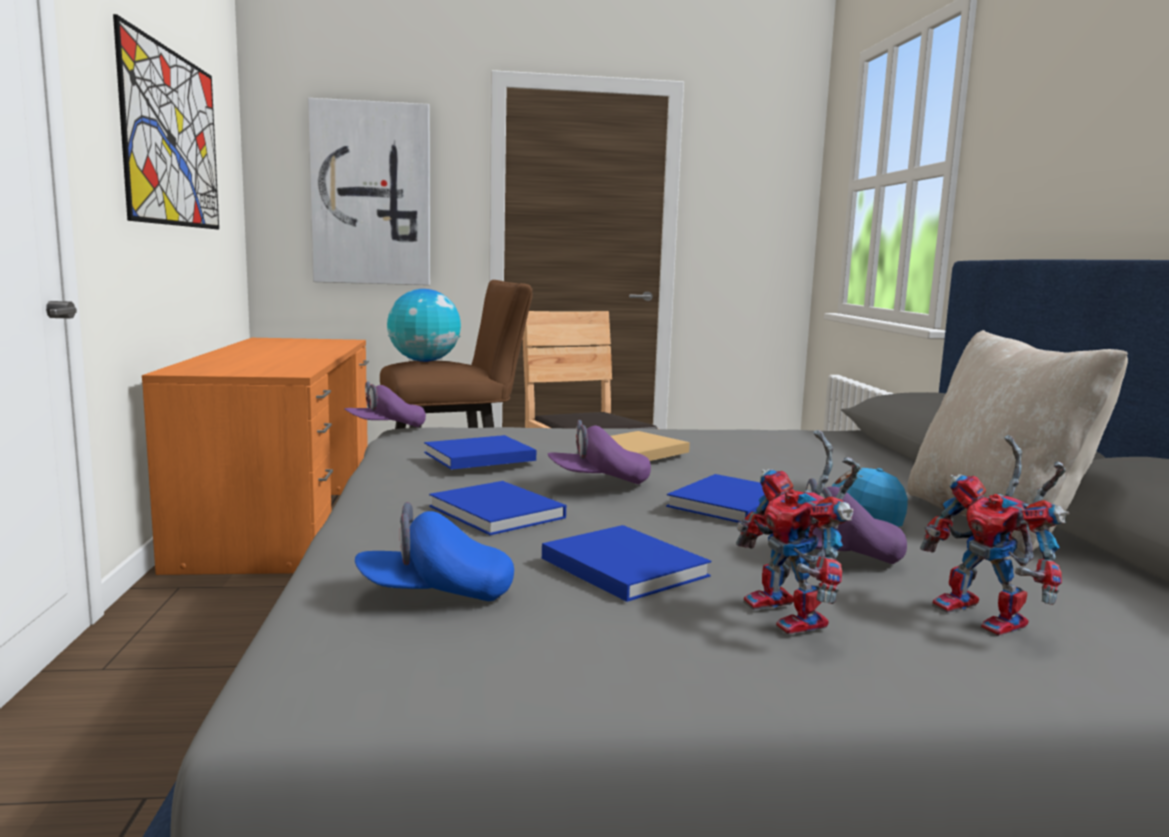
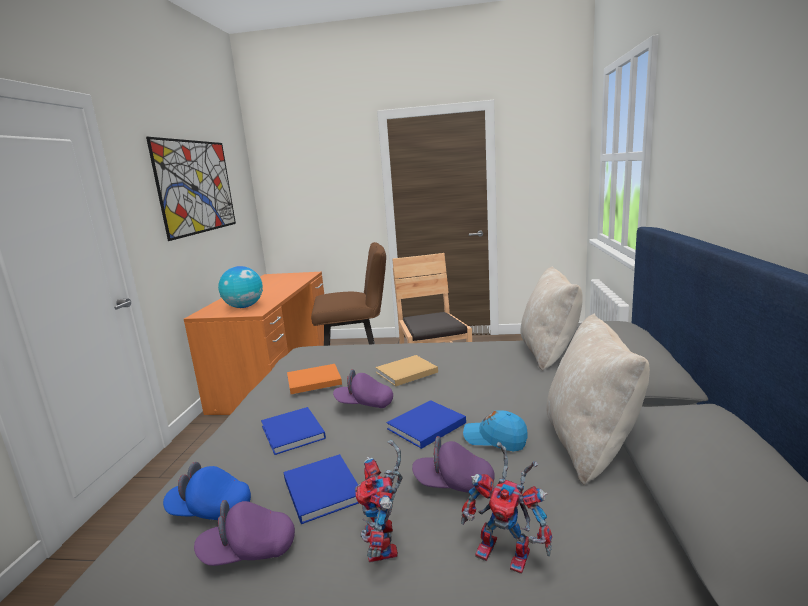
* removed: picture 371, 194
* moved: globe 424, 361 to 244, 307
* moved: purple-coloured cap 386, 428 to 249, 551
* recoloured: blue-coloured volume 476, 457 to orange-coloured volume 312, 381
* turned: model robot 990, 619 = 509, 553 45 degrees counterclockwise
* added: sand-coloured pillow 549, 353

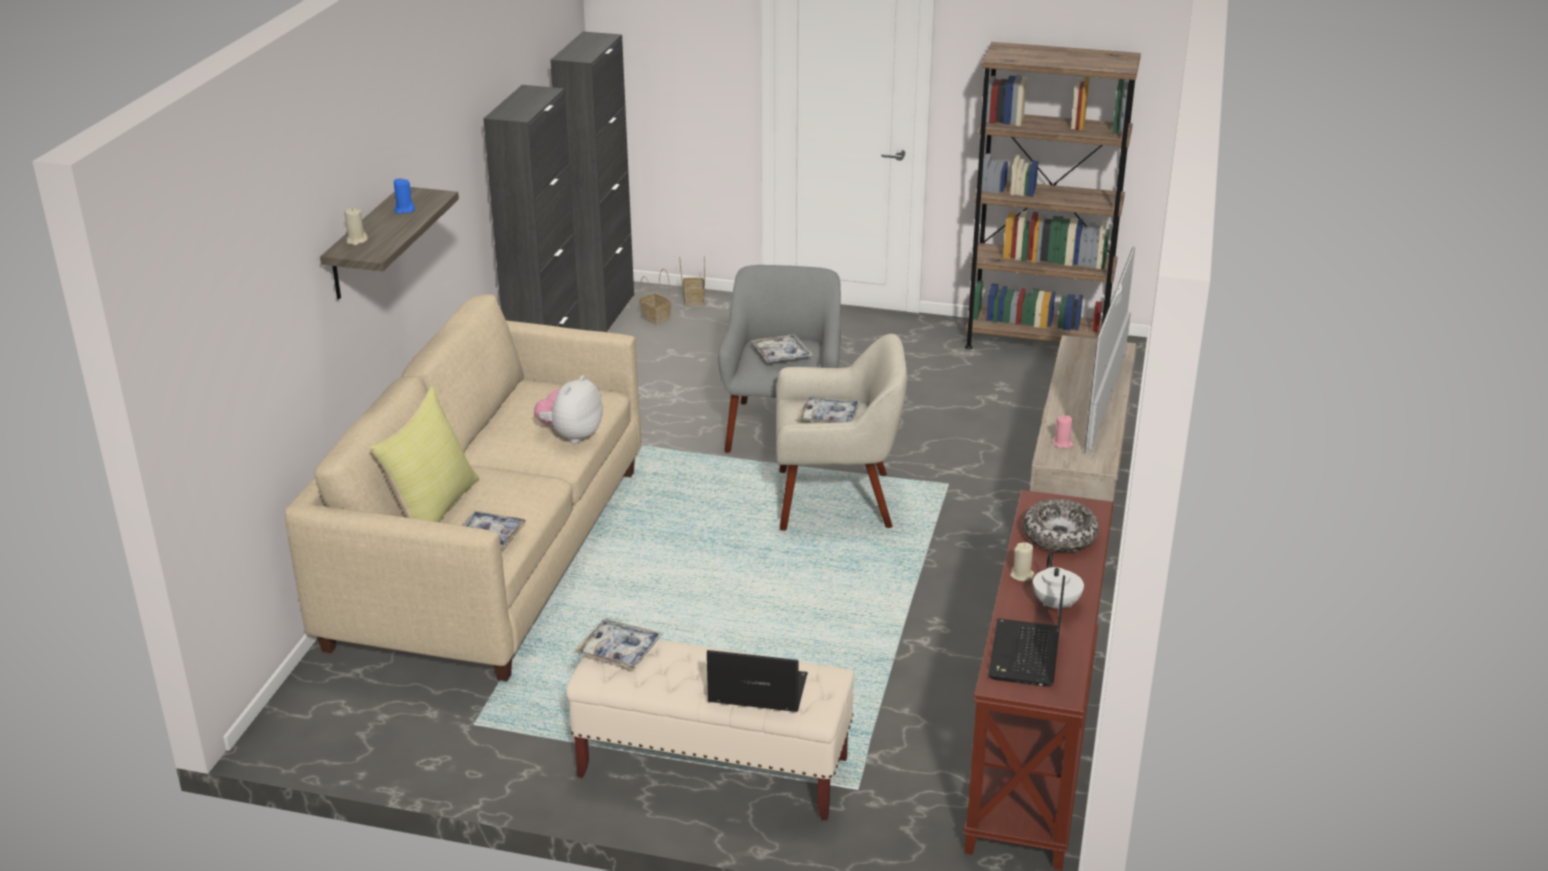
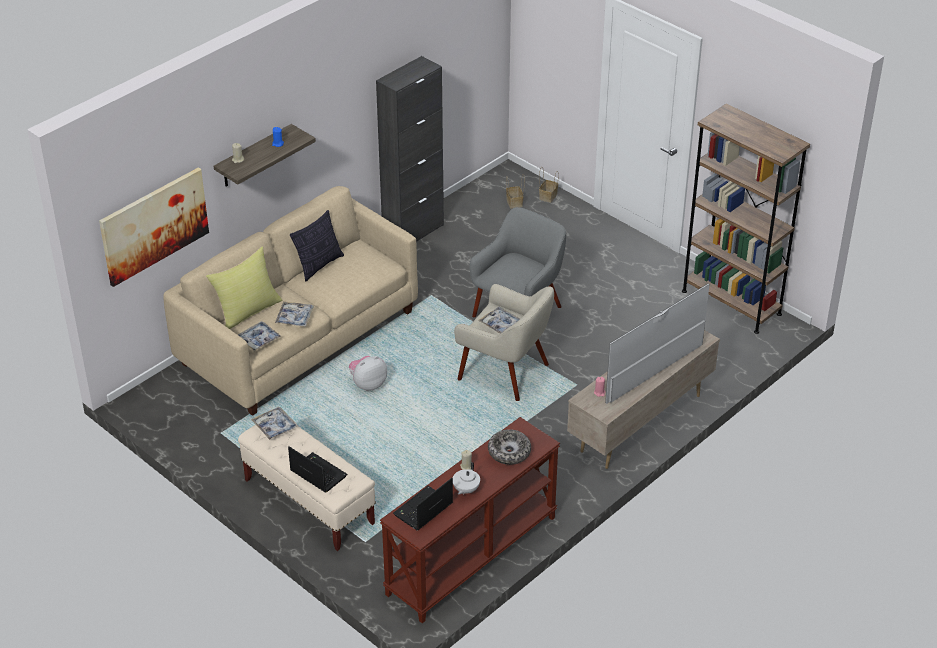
* removed: black cabinet 602, 311
* moved: tray 781, 354 to 294, 317
* moved: plush toy 571, 435 to 368, 384
* added: picture 154, 225
* added: pillow 319, 265

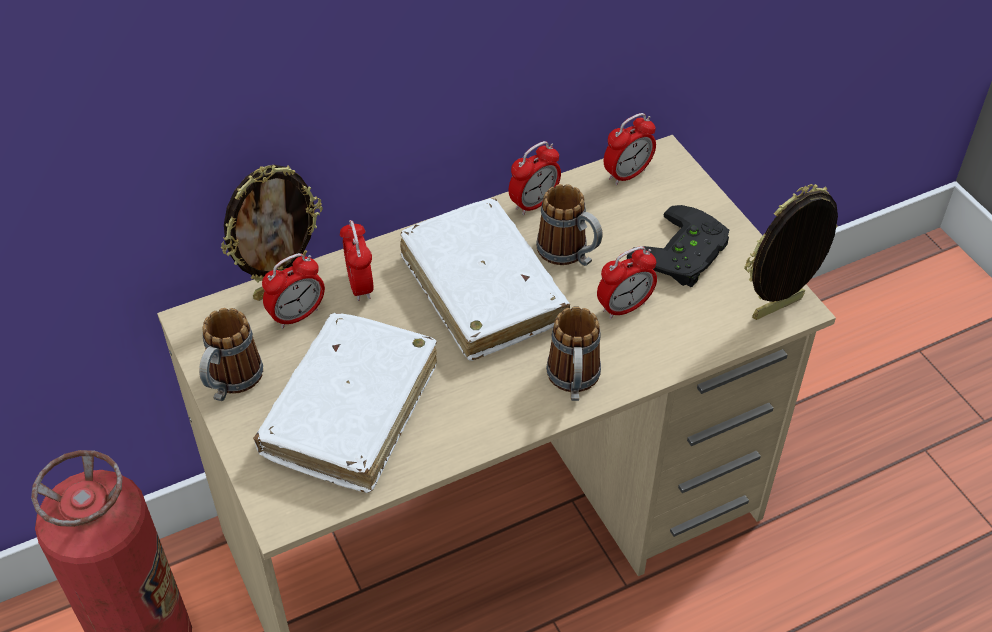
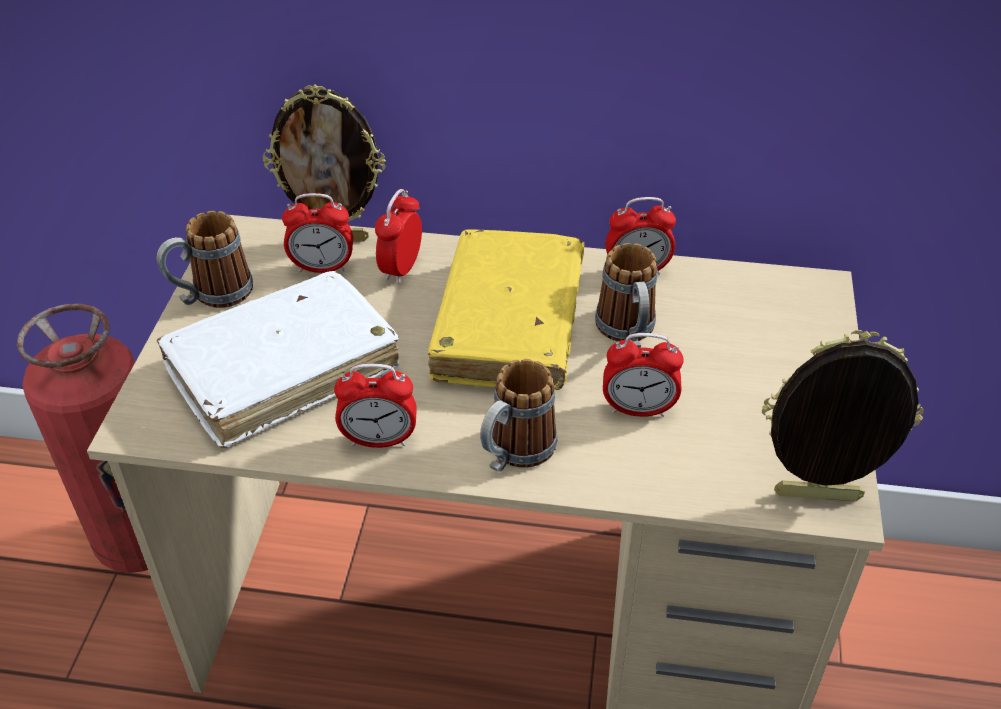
* moved: table clock 627, 174 to 379, 440
* recoloured: white volume 482, 290 to yellow volume 509, 325
* removed: black game controller 685, 255

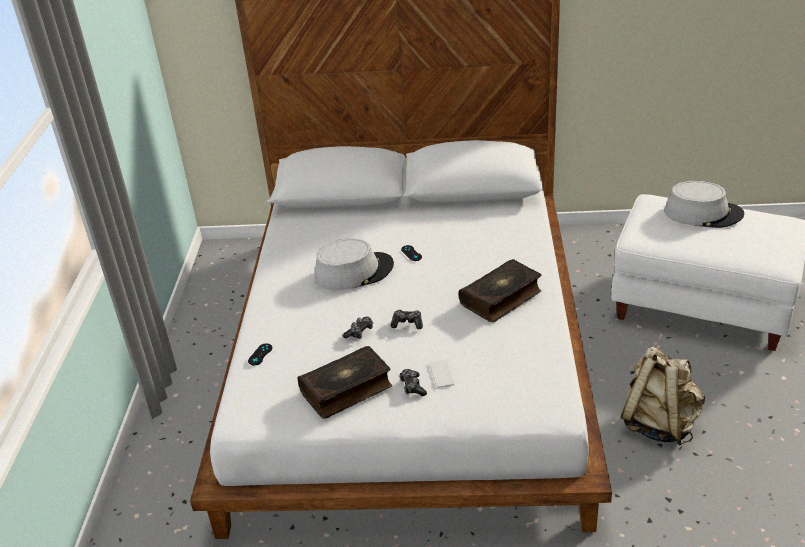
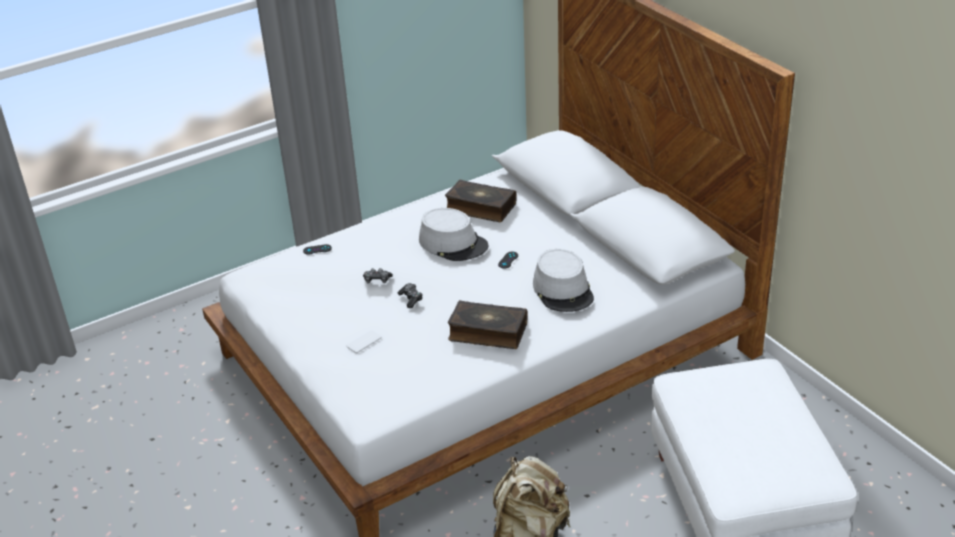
* moved: greyish hat 703, 213 to 563, 290
* moved: volume 347, 389 to 480, 208
* removed: game controller 412, 386

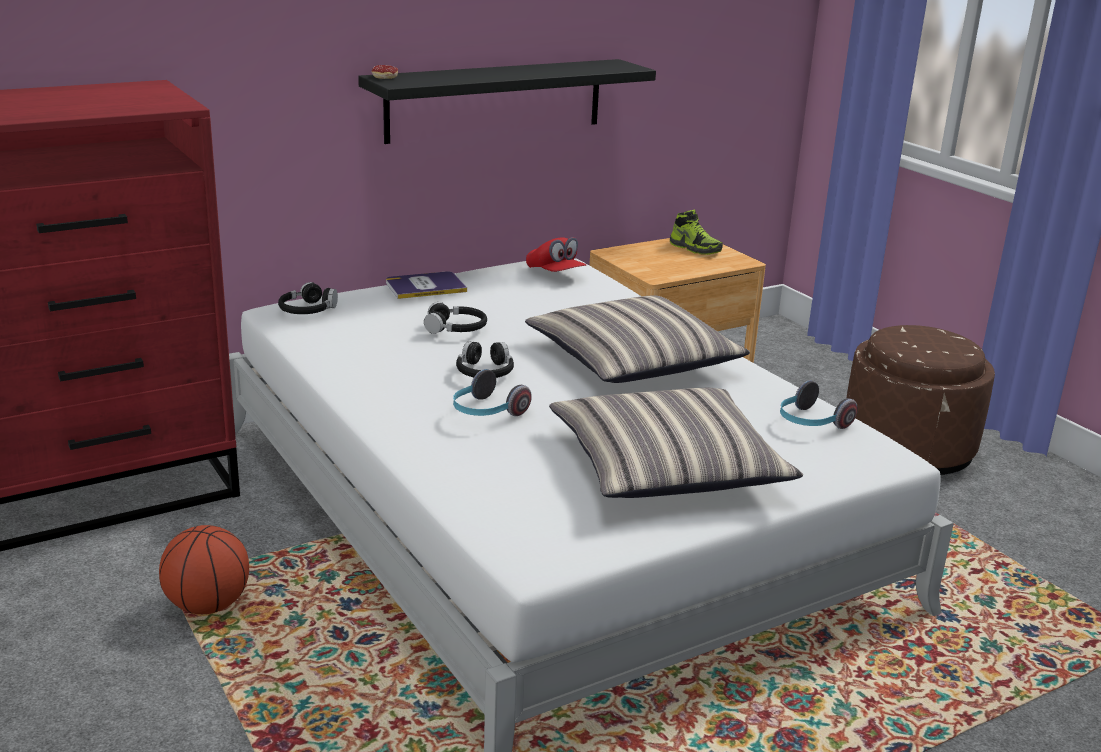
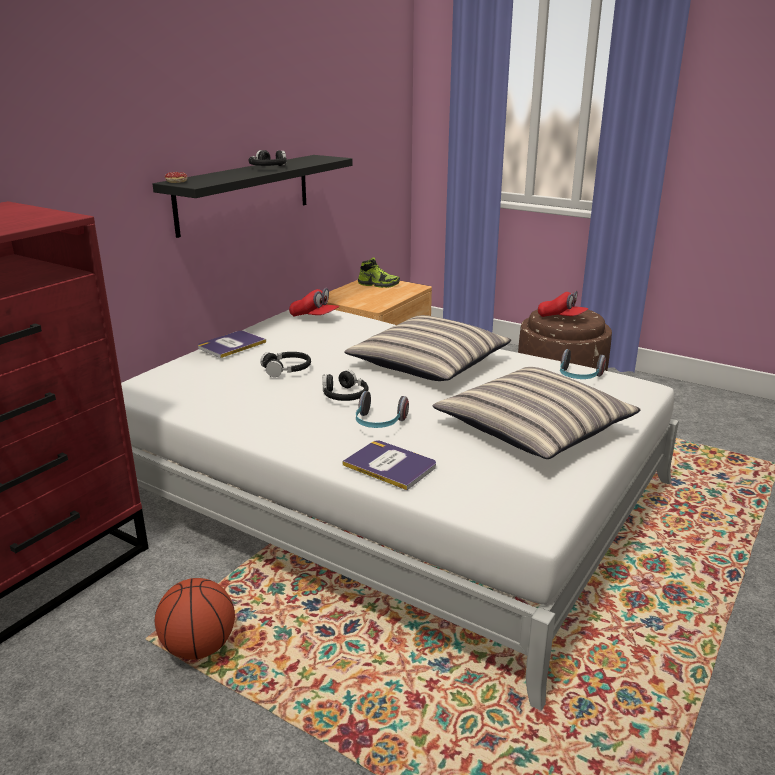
* moved: black headphones 307, 310 to 268, 167
* added: reddish cap 561, 318
* added: volume 390, 465

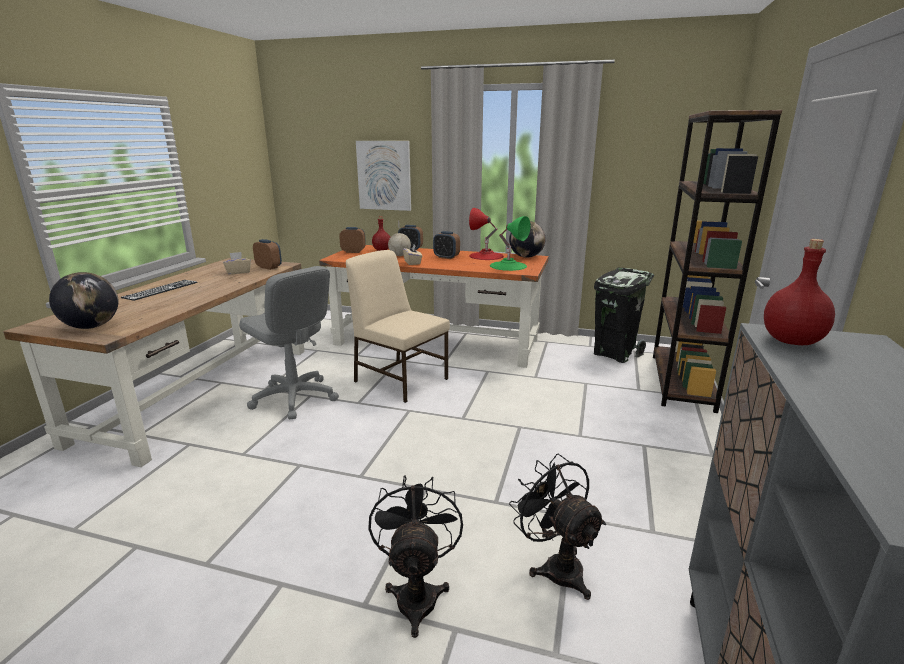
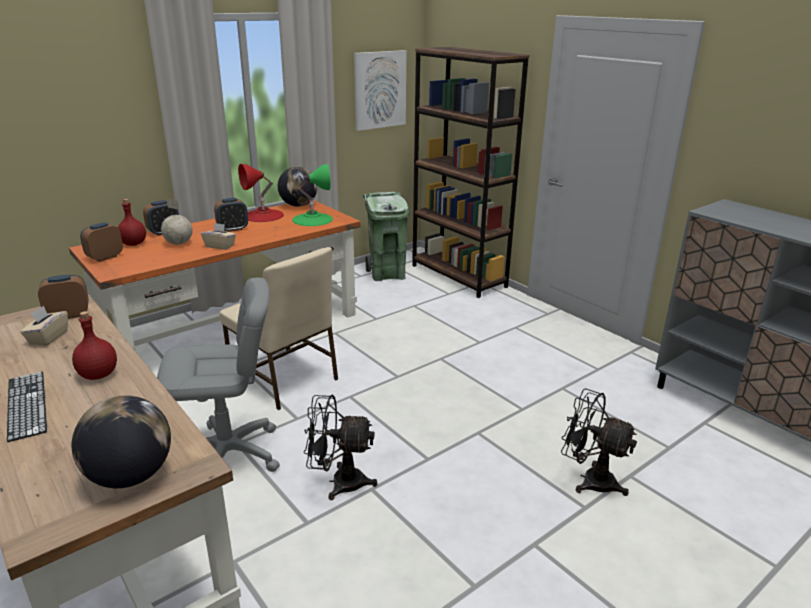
* moved: picture 384, 175 to 379, 90
* moved: reddish bottle 791, 341 to 98, 374
* turned: sand-coloured chair 400, 379 = 284, 379 120 degrees counterclockwise
* recoloured: black trash can 615, 353 to green trash can 387, 274
* moved: black fan 556, 566 to 339, 482

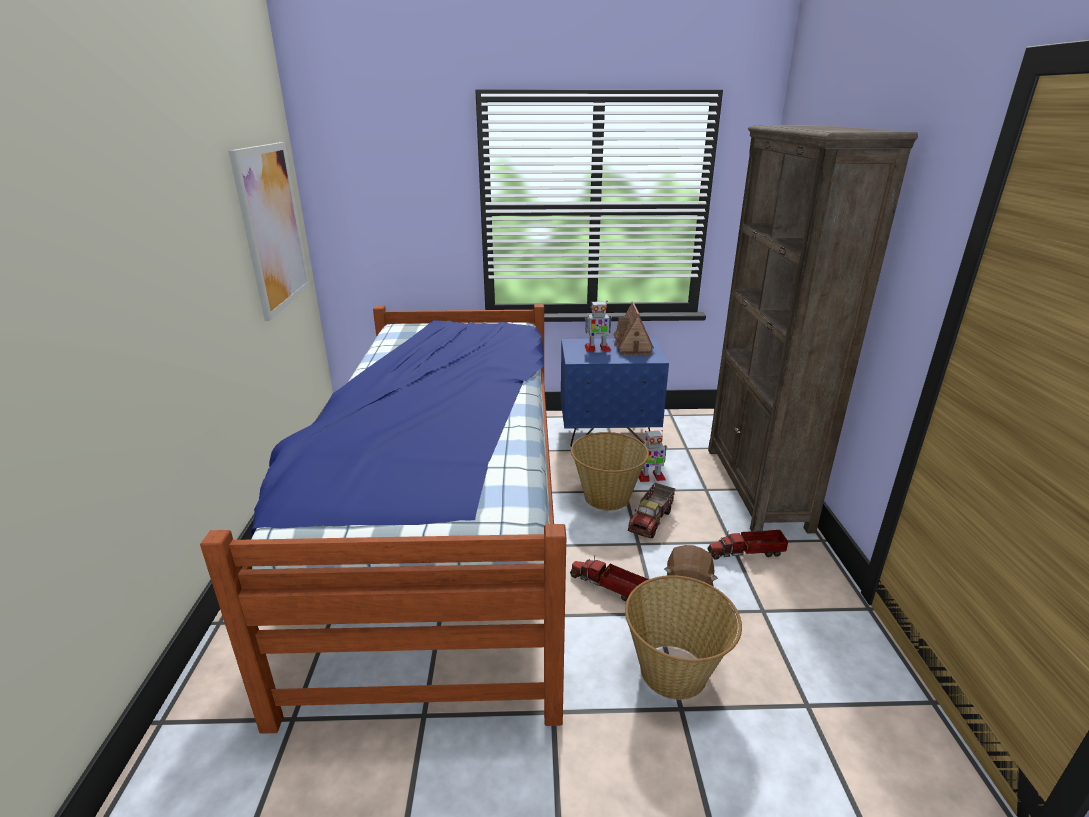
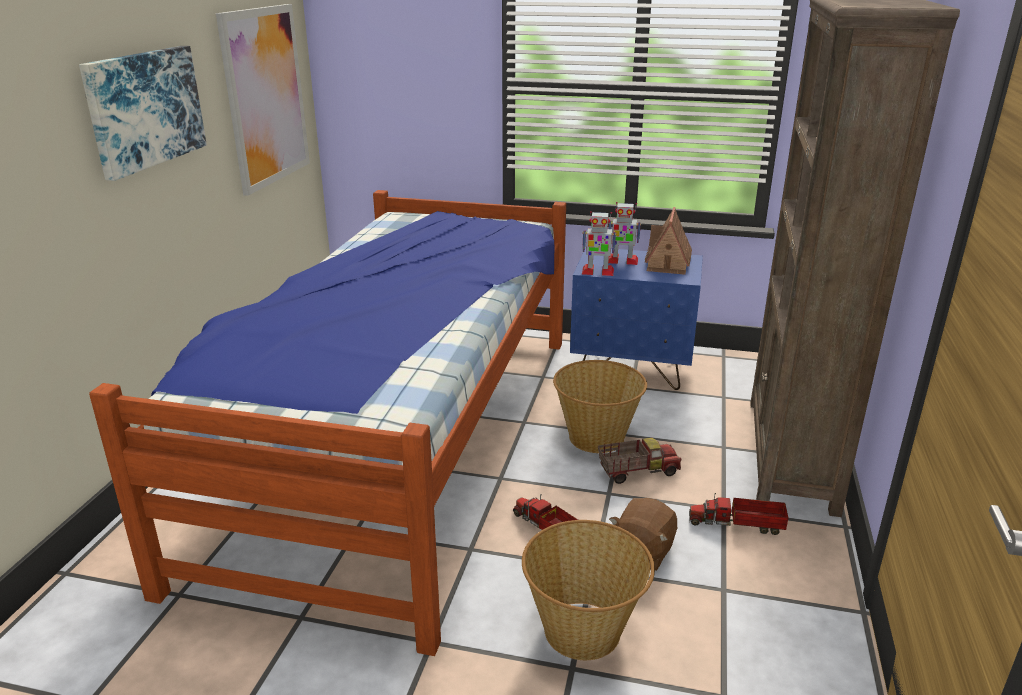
* moved: model robot 650, 477 to 597, 271
* turned: model truck 651, 521 = 637, 471 150 degrees counterclockwise
* added: picture 144, 109

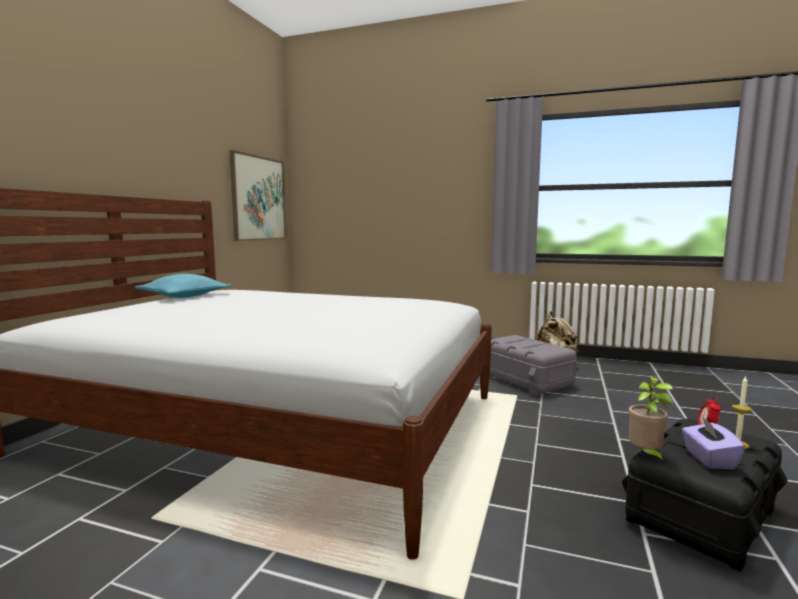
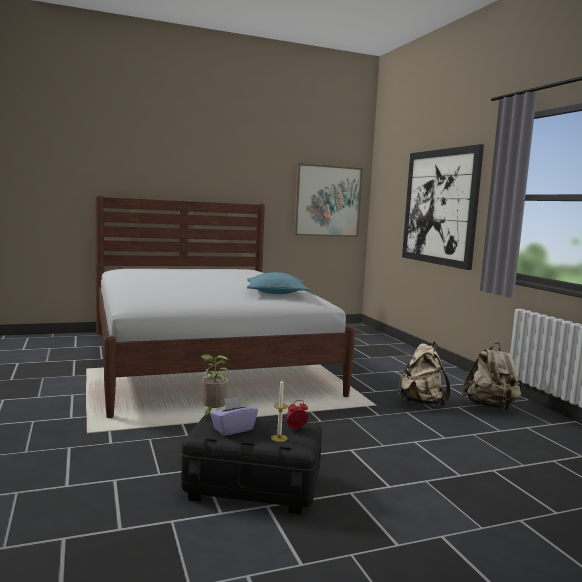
* moved: blue-green pillow 184, 296 to 276, 293
* replaced: greyish storage box 526, 381 to sand-coloured backpack 421, 403
* added: picture 440, 207

